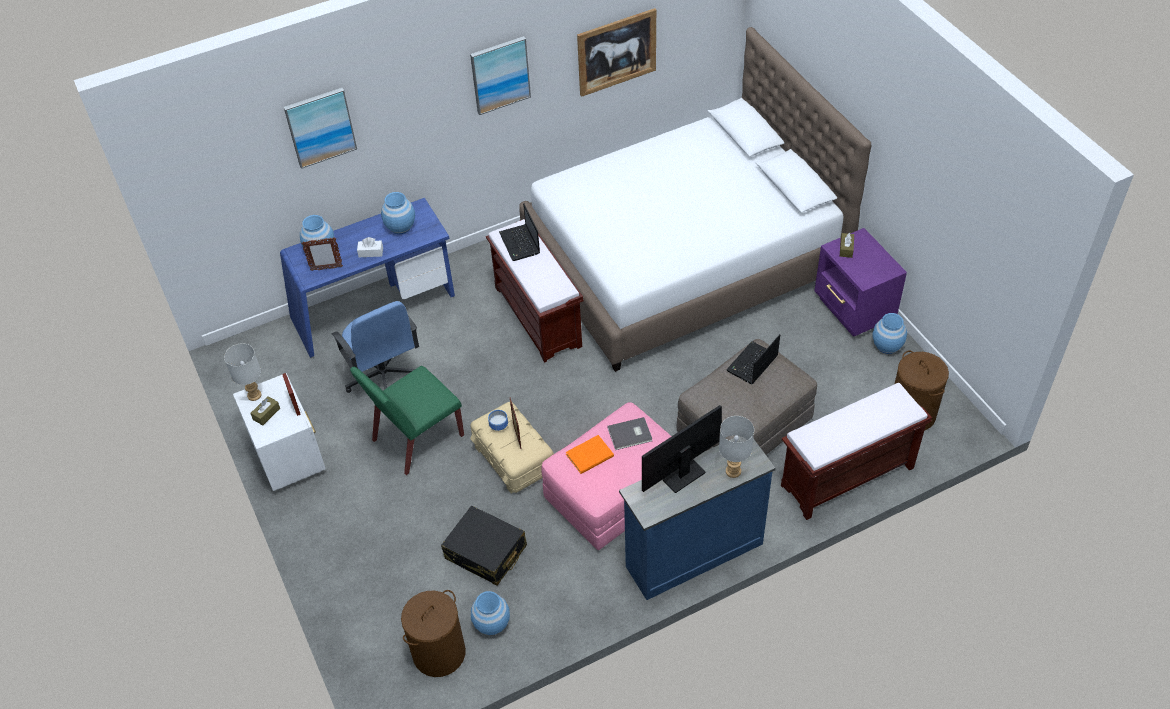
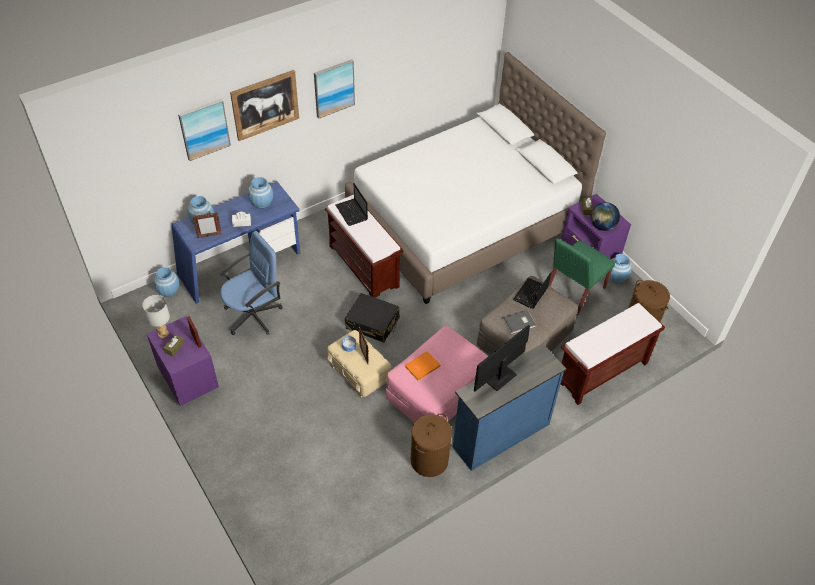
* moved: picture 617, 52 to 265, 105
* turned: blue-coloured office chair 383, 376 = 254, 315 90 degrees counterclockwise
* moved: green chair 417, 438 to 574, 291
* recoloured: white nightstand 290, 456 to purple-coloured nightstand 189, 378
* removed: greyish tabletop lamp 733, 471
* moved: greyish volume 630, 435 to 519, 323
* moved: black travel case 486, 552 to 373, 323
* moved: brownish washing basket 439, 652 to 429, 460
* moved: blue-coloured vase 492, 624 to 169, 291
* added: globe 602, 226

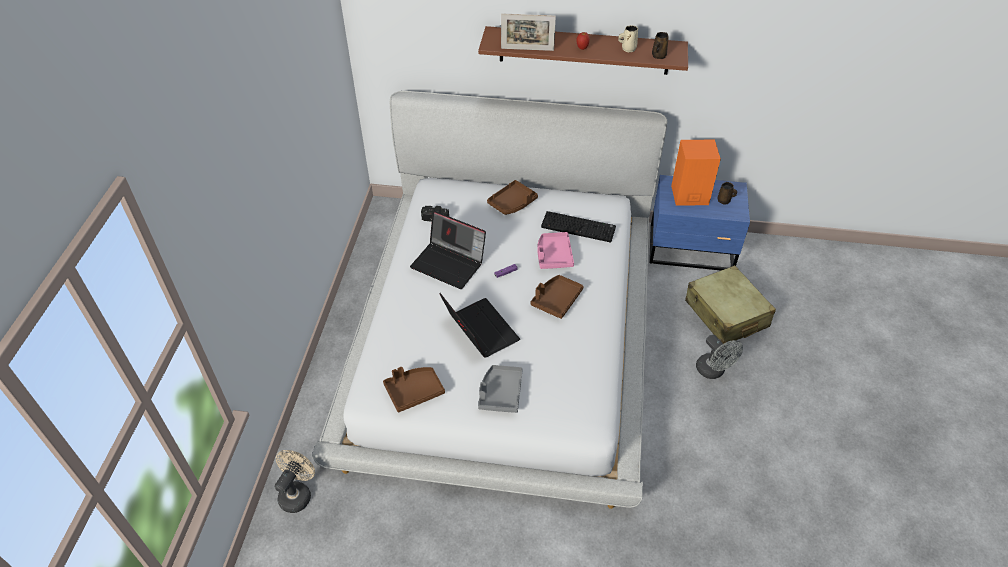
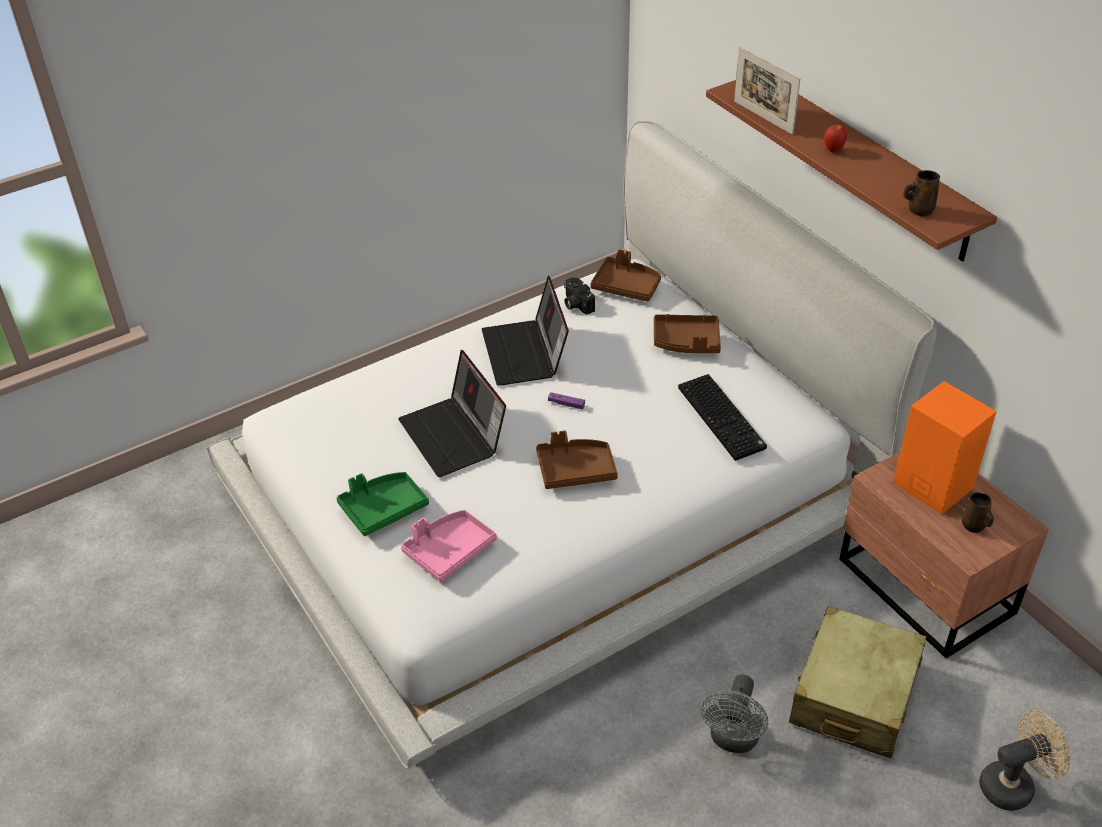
* removed: sand-coloured coffee mug 627, 49
* recoloured: blue-coloured nightstand 692, 249 to brownish nightstand 925, 589
* moved: pink-coloured tray 553, 255 to 449, 551
* turned: notebook computer 479, 330 = 454, 436 135 degrees clockwise
* recoloured: greyish tray 500, 393 to green tray 383, 509
* moved: brownish tray 414, 391 to 626, 286
* moved: sand-coloured fan 297, 493 to 1013, 785

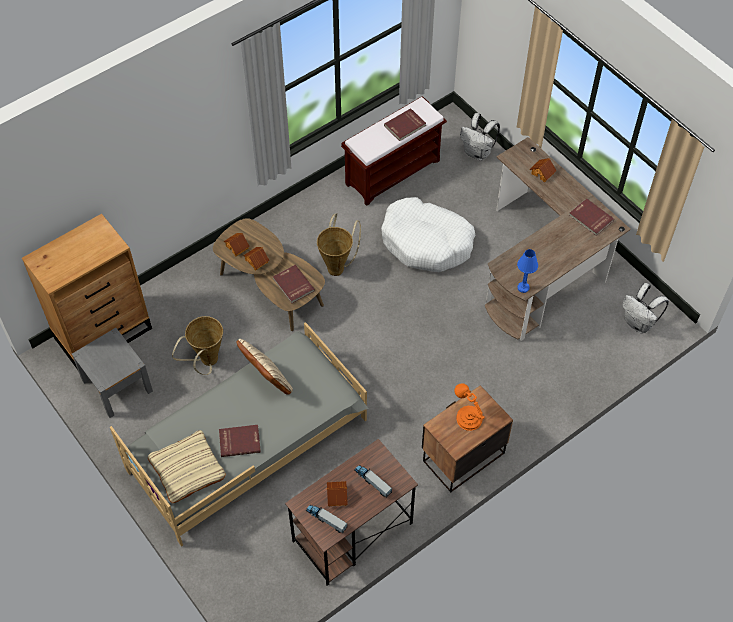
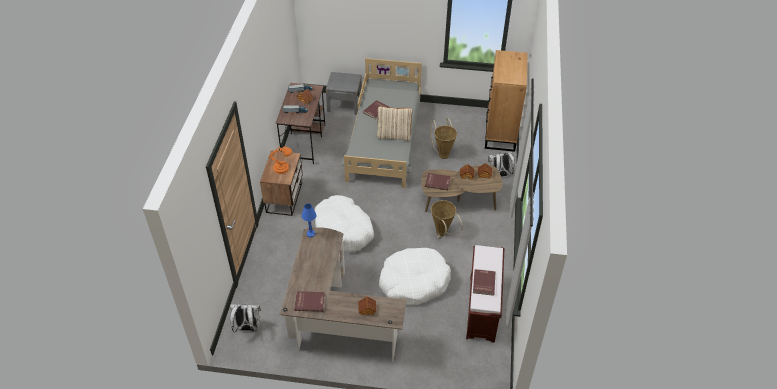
* moved: white backpack 478, 153 to 499, 175
* moved: greyish nightstand 117, 385 to 344, 104
* removed: sand-coloured pillow 187, 469
* added: white dog cushion 343, 230

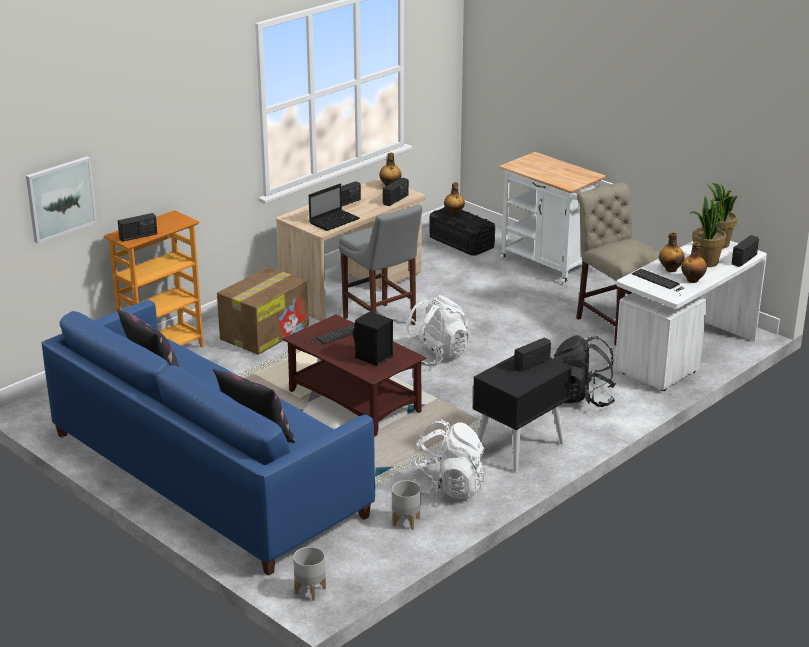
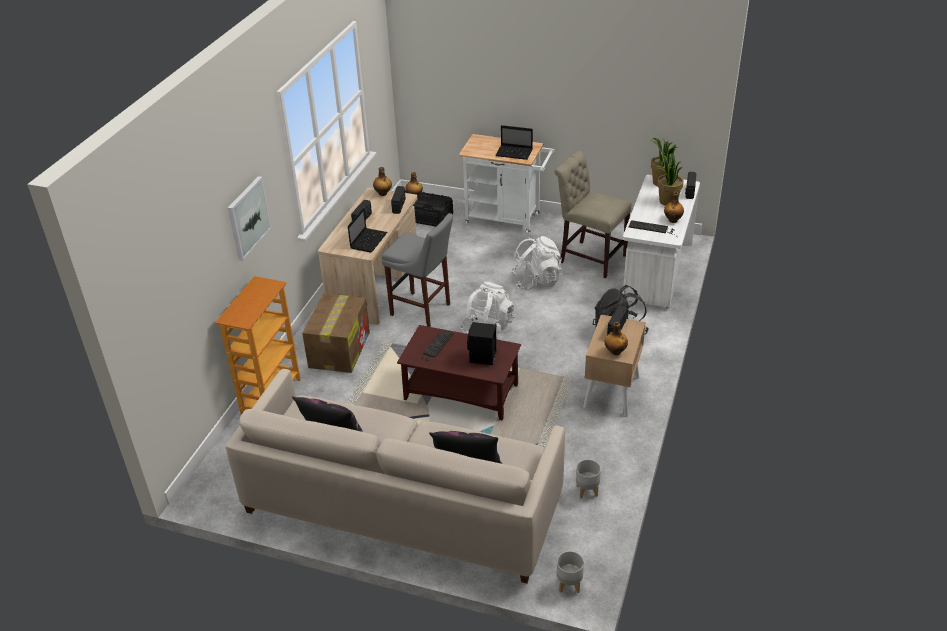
* moved: picture 60, 199 to 248, 218
* removed: radio receiver 138, 236
* moved: bottle 670, 269 to 615, 351
* recoloured: blue-coloured couch 206, 474 to sand-coloured couch 402, 504
* recoloured: black nightstand 519, 447 to sand-coloured nightstand 611, 392
* moved: white backpack 448, 488 to 536, 280
* added: notebook computer 515, 153

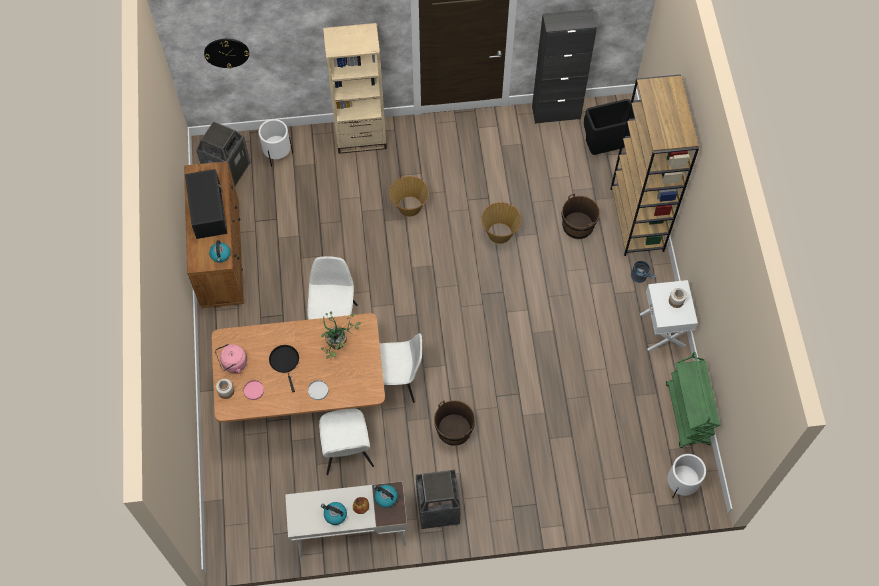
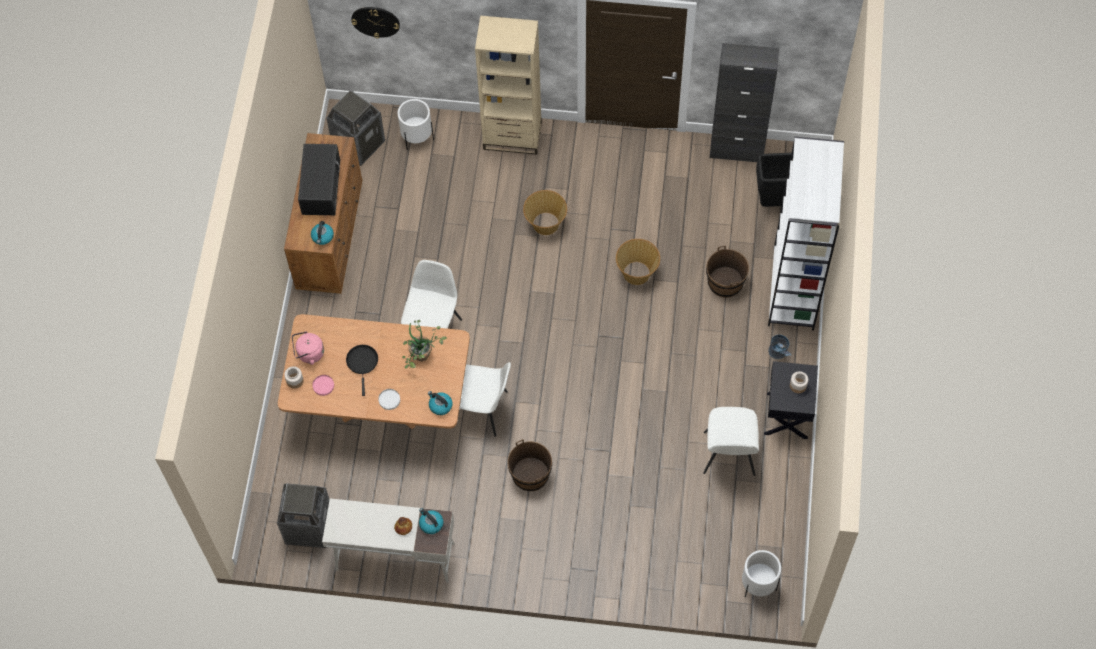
* recoloured: brownish bookshelf 637, 220 to white bookshelf 794, 289
* recoloured: white nightstand 663, 329 to black nightstand 788, 415
* removed: green trolley 687, 414
* moved: white chair 347, 452 to 729, 455
* moved: trash can 437, 508 to 308, 527
* moved: kettle 335, 514 to 440, 405

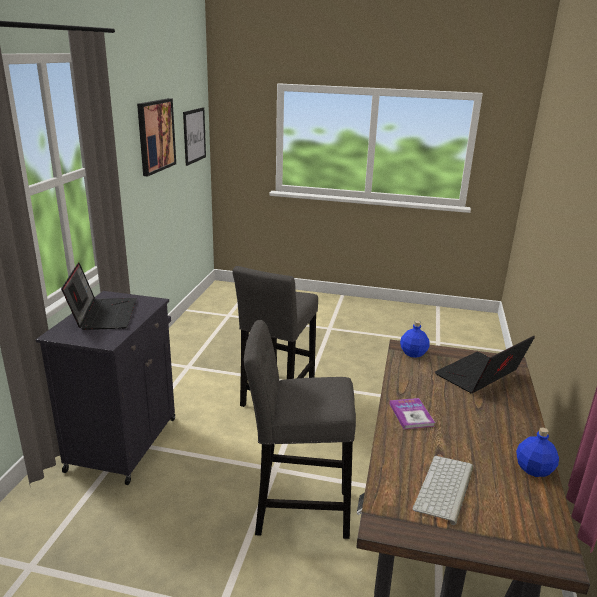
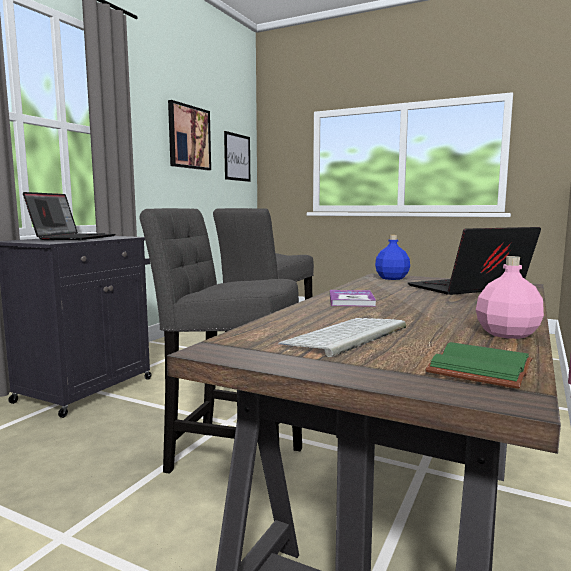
* recoloured: blue-coloured bottle 534, 469 to pink-coloured bottle 508, 334
* added: green volume 483, 370

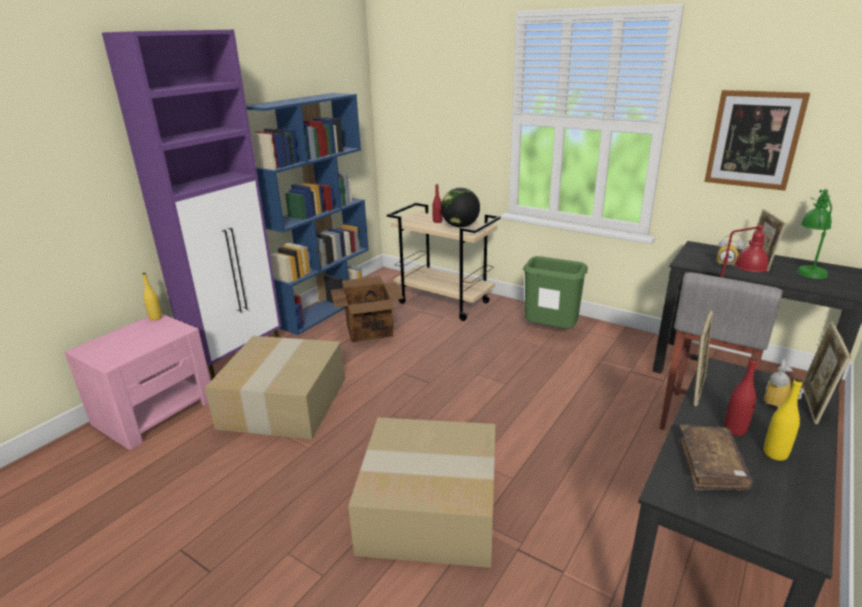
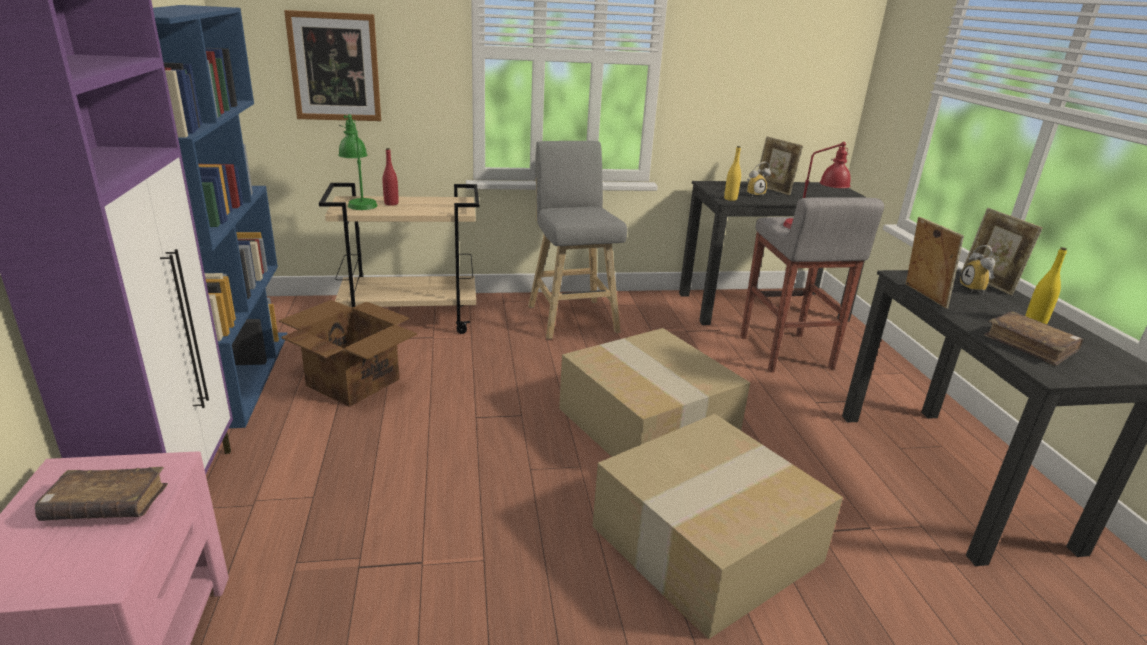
* moved: picture 754, 140 to 335, 67
* removed: globe 460, 226
* moved: green tabletop lamp 807, 269 to 359, 202
* replaced: green trash can 550, 332 to greyish stool 571, 317
* moved: yellow bottle 156, 318 to 730, 199
* moved: carton 282, 402 to 644, 422
* removed: reddish bottle 734, 430
* added: brownish volume 106, 506

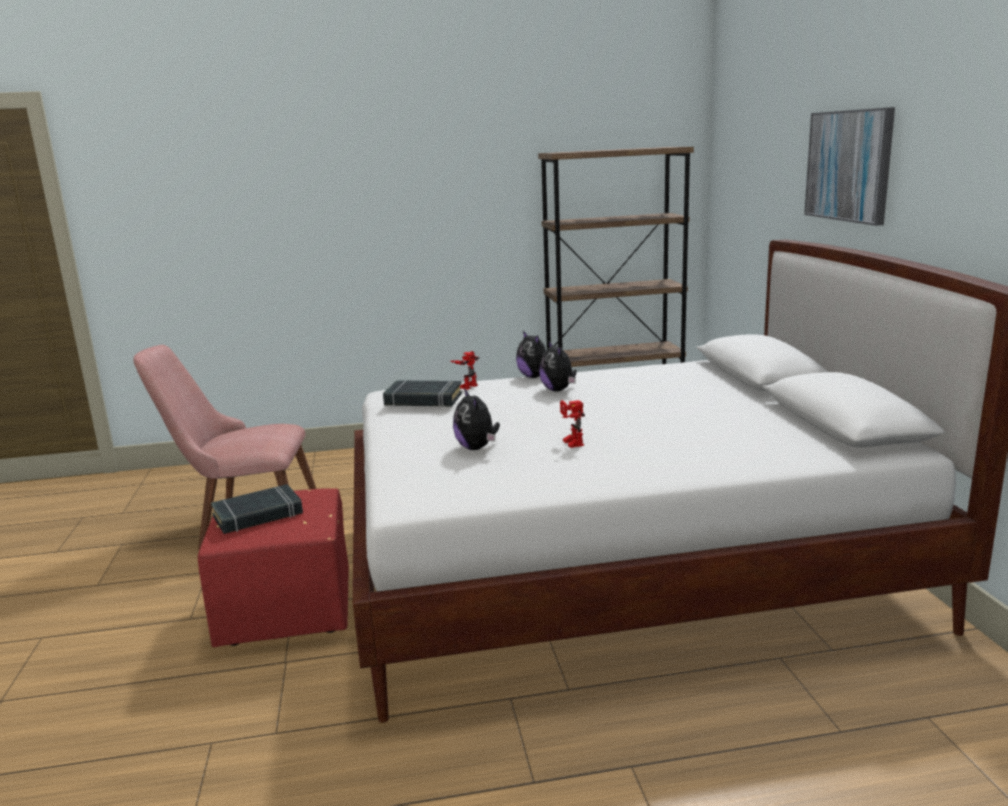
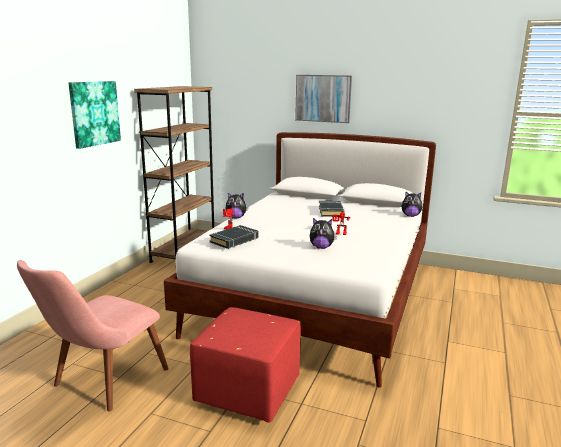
* moved: plush toy 558, 390 to 410, 216
* moved: black volume 258, 515 to 331, 211
* added: picture 94, 113

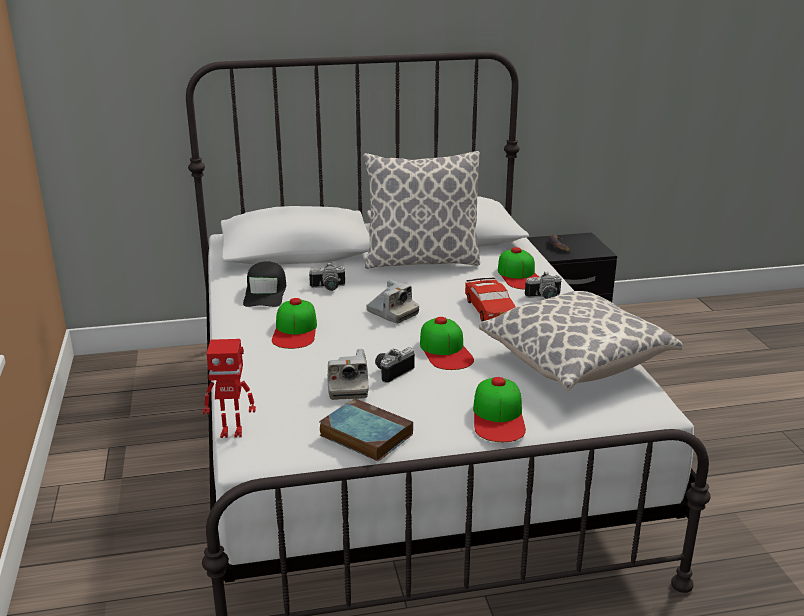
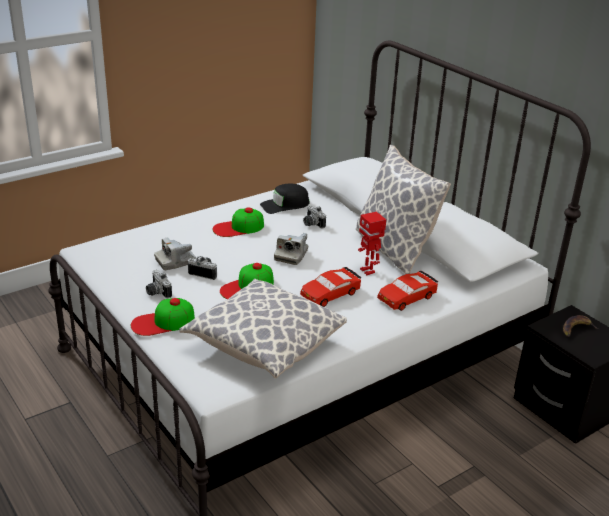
* replaced: cap 519, 276 to reddish model car 407, 297
* moved: still camera 544, 298 to 156, 292
* moved: model robot 232, 432 to 368, 271
* removed: volume 364, 434

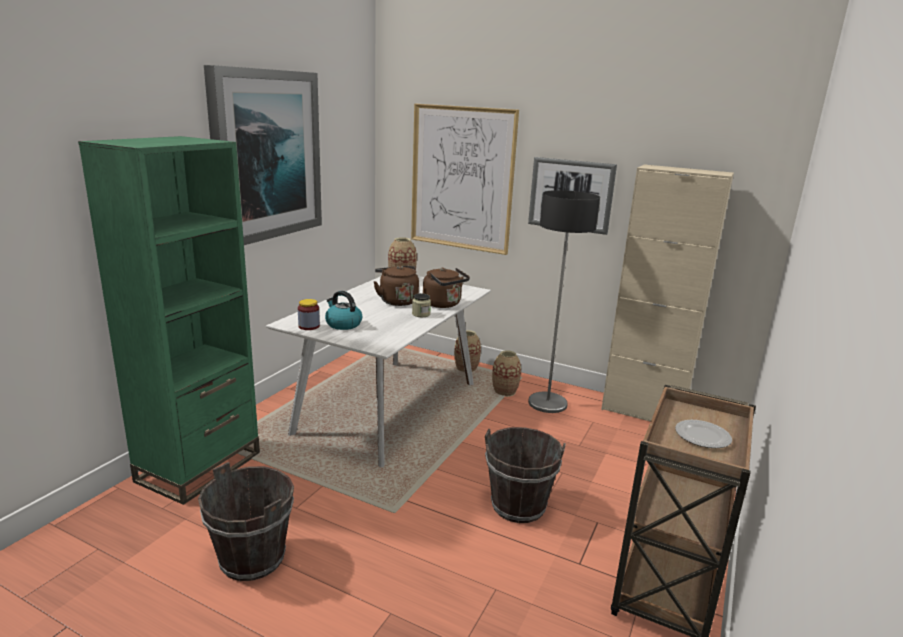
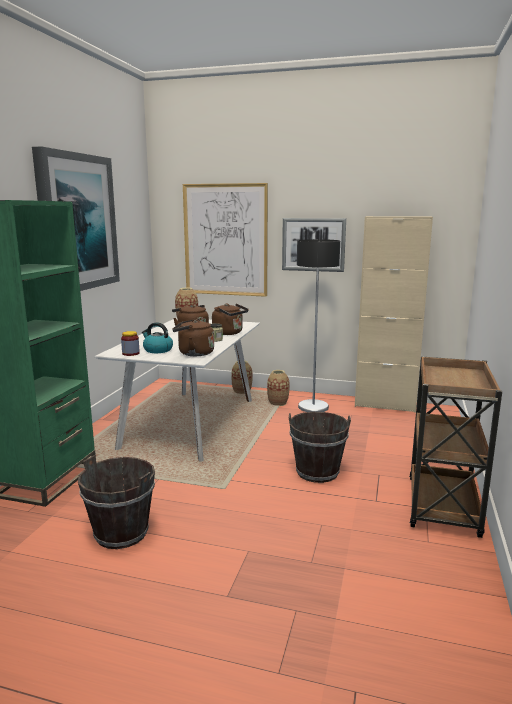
* removed: flat dish 702, 437
* added: brownish kettle 193, 353

